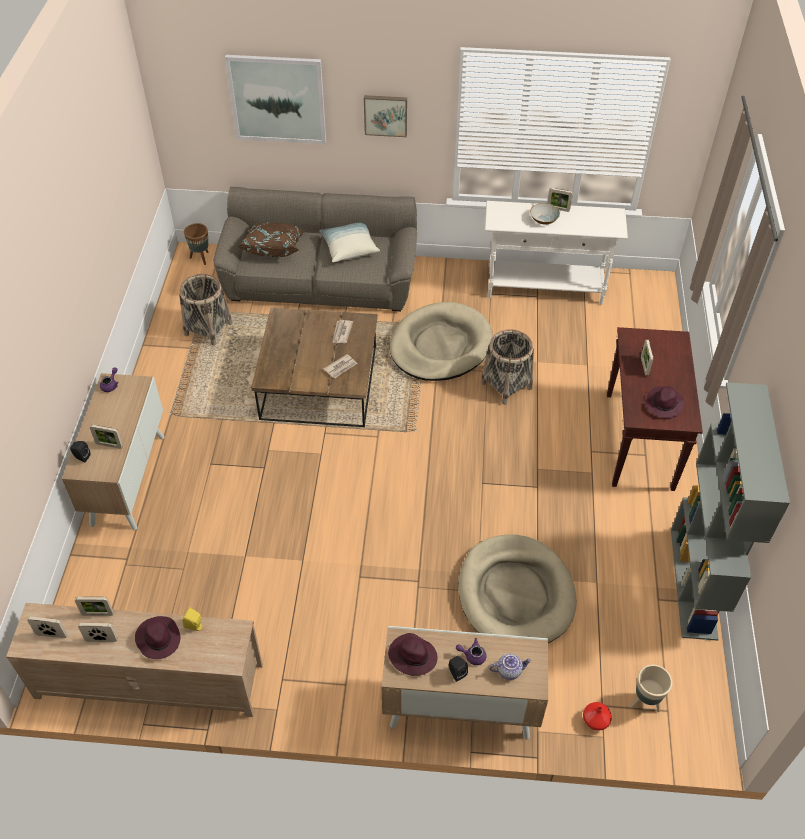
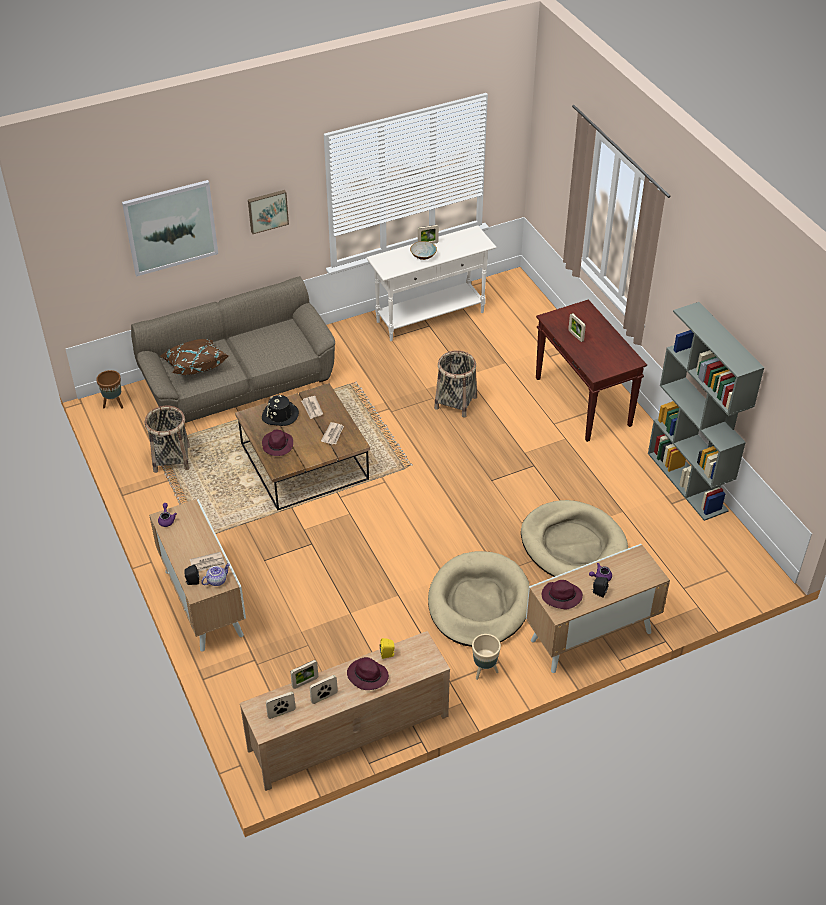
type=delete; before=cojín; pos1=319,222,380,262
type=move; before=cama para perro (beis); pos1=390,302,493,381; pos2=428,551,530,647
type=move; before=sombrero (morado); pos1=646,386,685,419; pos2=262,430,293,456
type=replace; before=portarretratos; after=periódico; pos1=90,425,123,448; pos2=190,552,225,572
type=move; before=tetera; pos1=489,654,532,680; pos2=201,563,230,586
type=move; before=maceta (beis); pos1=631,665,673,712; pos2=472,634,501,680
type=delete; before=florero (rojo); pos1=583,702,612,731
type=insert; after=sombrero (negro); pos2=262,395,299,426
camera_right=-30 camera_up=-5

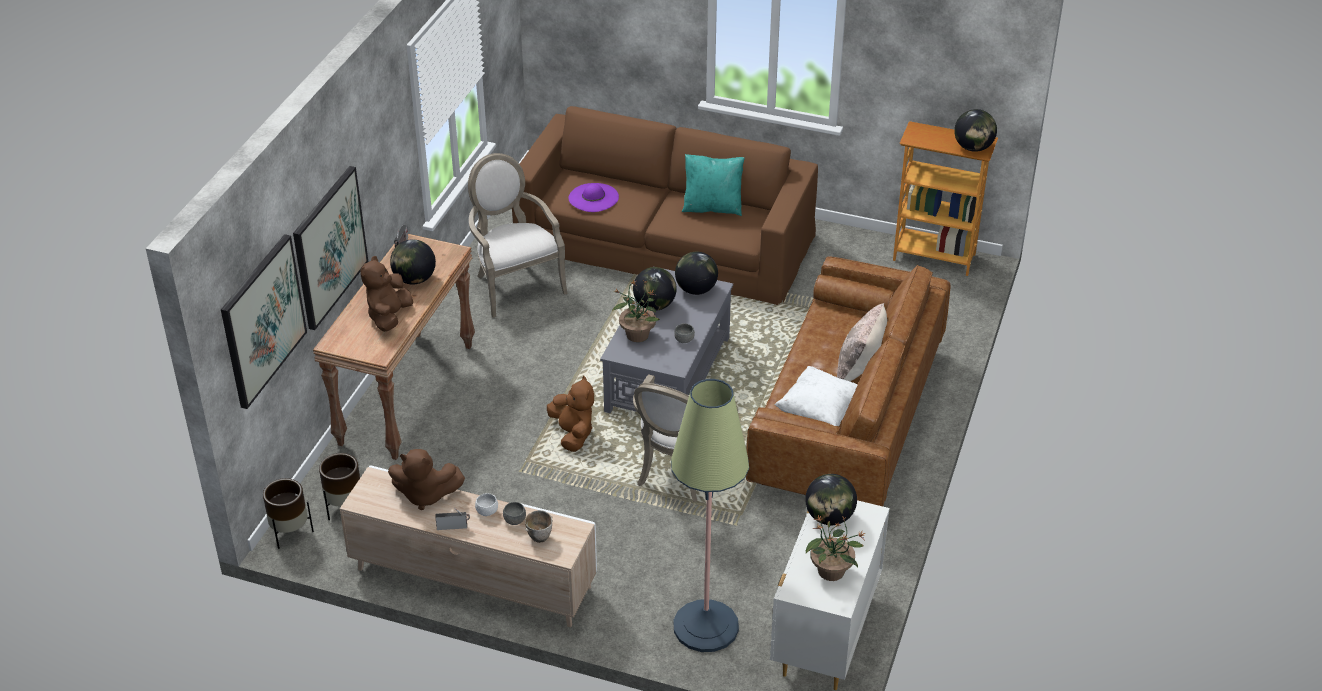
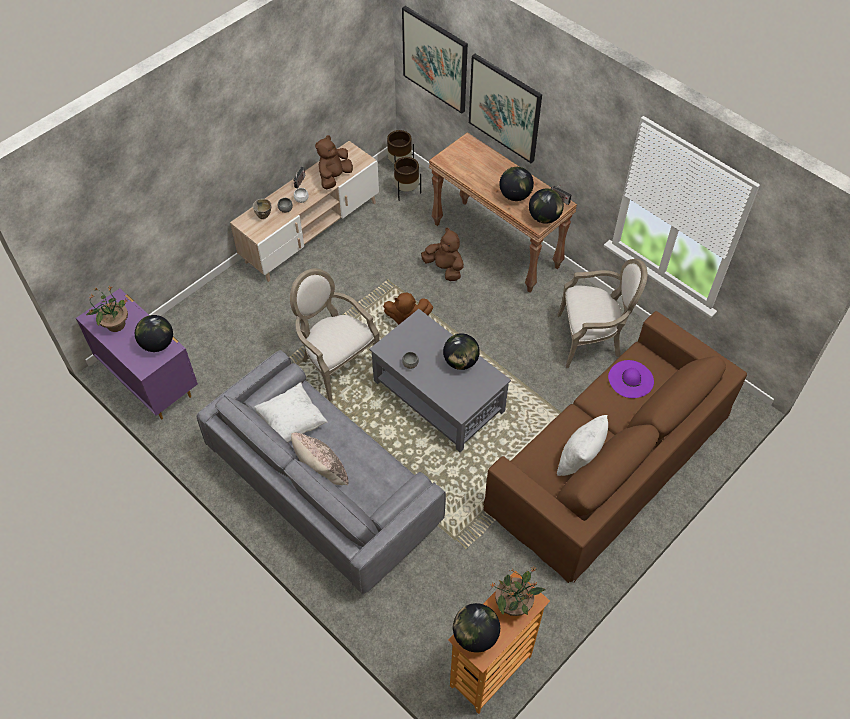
type=recolor; before=cojín (turquesa); after=cojín (blanco); pos1=682,154,745,216; pos2=557,415,608,476
type=move; before=globo terráqueo; pos1=675,252,718,295; pos2=529,189,564,224
type=move; before=peluche (marrón); pos1=360,256,413,332; pos2=421,227,464,281
type=recolor; before=sofá (marrón); after=sofá (gris); pos1=746,257,951,506; pos2=197,350,446,595
type=move; before=planta en maceta; pos1=612,280,660,342; pos2=489,567,545,616
type=delete; before=lámpara de pie; pos1=671,379,749,652
type=recolor; before=cómoda (blanco); after=cómoda (morado); pos1=770,500,889,690; pos2=76,288,198,420
camera_right=115 camera_up=15

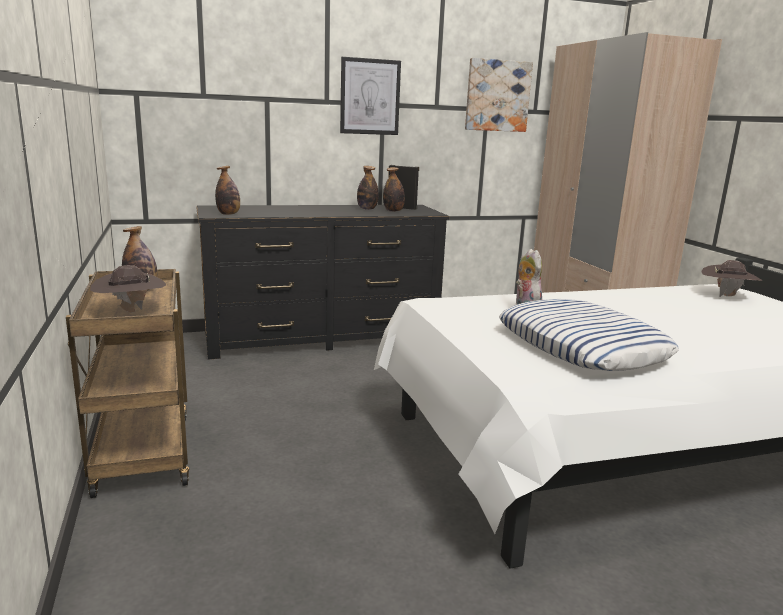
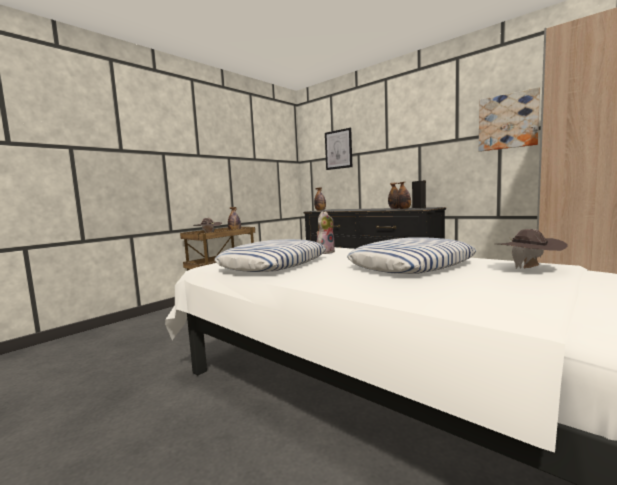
type=move; before=cuadro; pos1=340,57,401,135; pos2=325,128,352,170
type=insert; after=cojín; pos2=347,237,476,274
camera_right=60 camera_up=-10

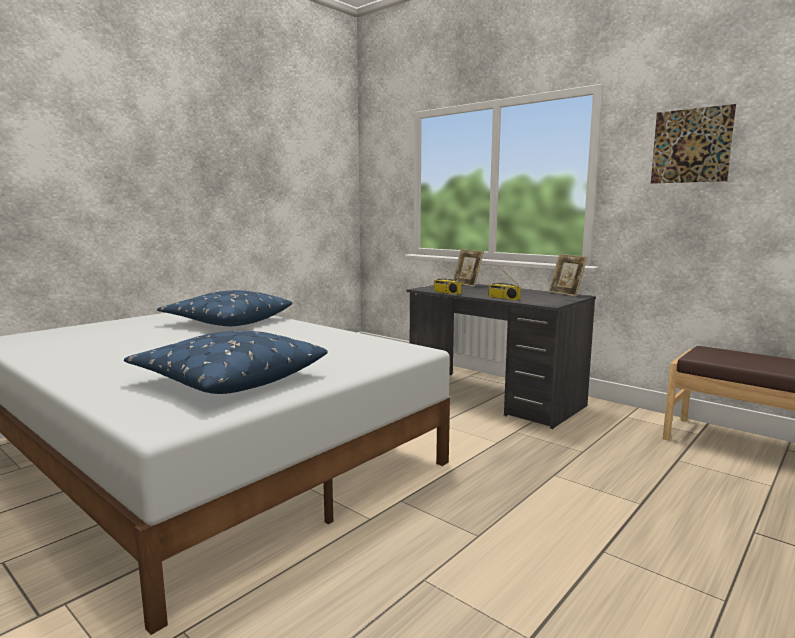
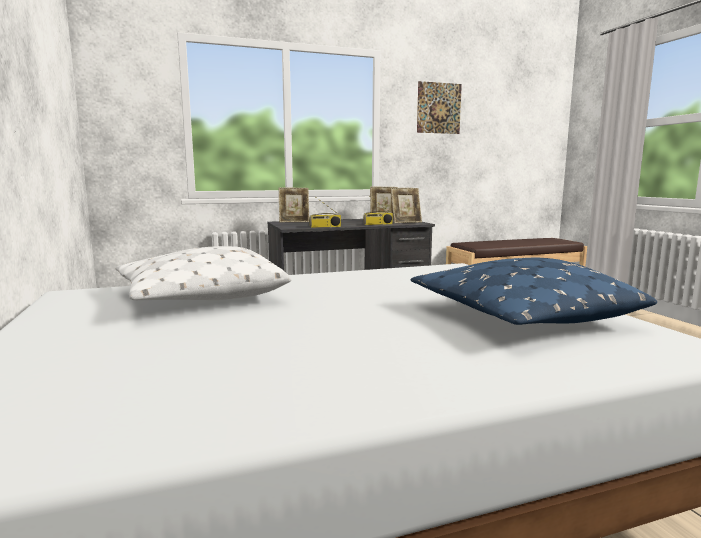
type=recolor; before=cojín (azul); after=cojín (blanco); pos1=157,290,293,326; pos2=115,246,292,300
type=insert; after=portarretratos; pos2=391,188,422,223
camera_right=-60 camera_up=0

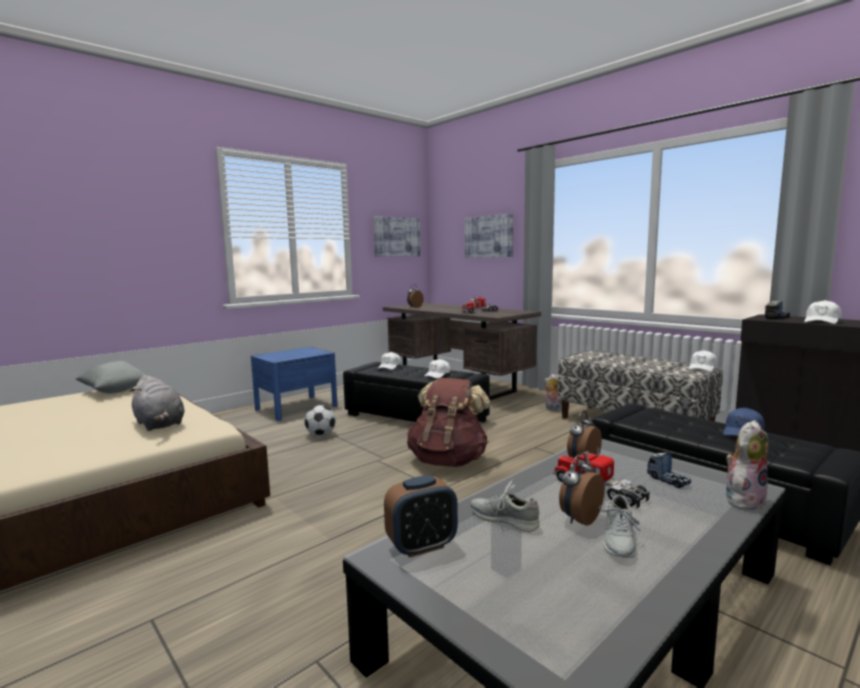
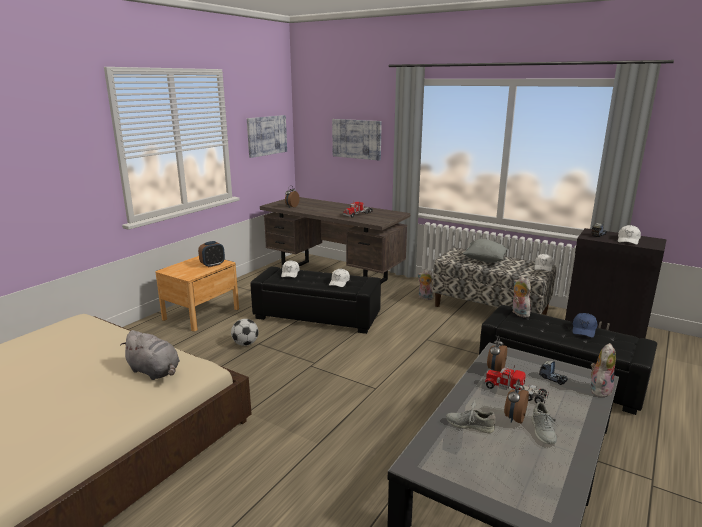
type=recolor; before=mesita de noche (azul); after=mesita de noche (marrón); pos1=251,347,337,421; pos2=155,256,239,331
type=move; before=cojín (gris); pos1=75,361,148,393; pos2=463,239,508,262
type=delete; before=mochila (marrón); pos1=407,378,490,467
type=move; before=despertador; pos1=384,475,458,558; pos2=198,241,225,267
type=insert; after=peluche; pos2=512,276,531,317
camera_right=-15 camera_up=10

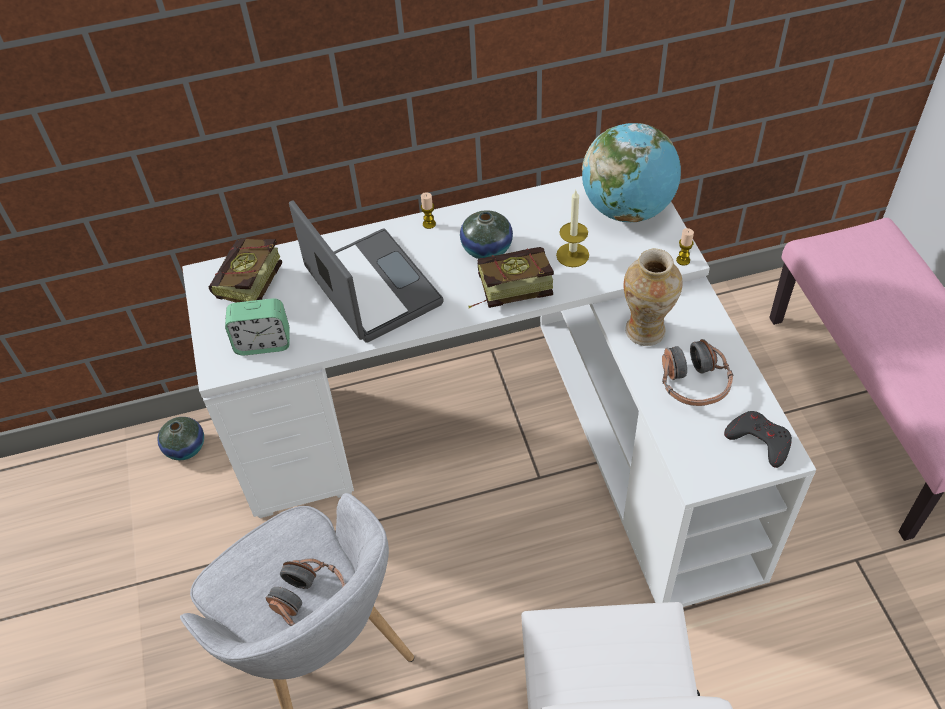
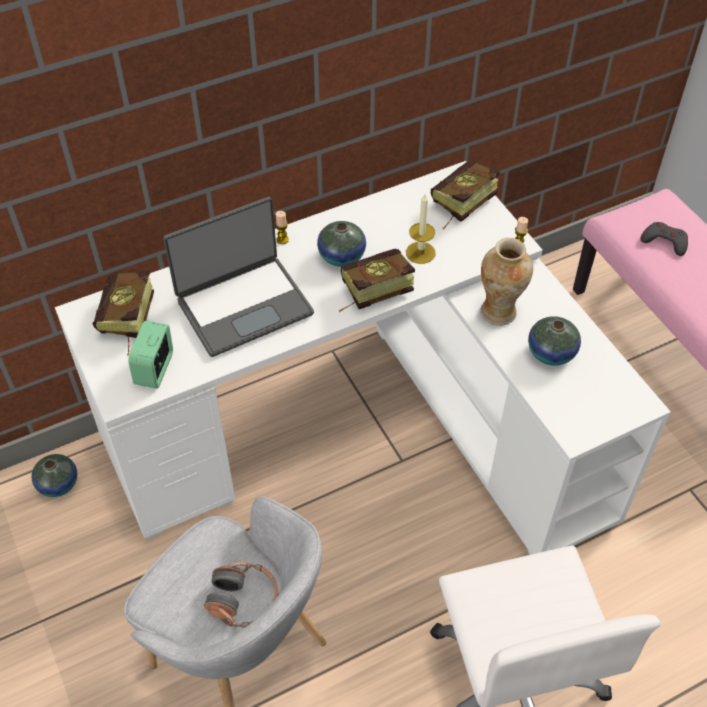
type=replace; before=globo terráqueo; after=libro; pos1=582,123,681,222; pos2=431,161,500,230
type=rotate; before=portátil; pos1=289,201,444,343; pos2=163,197,314,357; turn=105
type=rotate; before=despertador; pos1=225,298,290,356; pos2=128,320,173,388; turn=120
type=replace; before=auriculares; after=florero; pos1=662,339,733,406; pos2=528,316,581,366
type=move; before=mando de consola (gris); pos1=724,411,792,468; pos2=641,222,688,256
camera_right=-15 camera_up=0

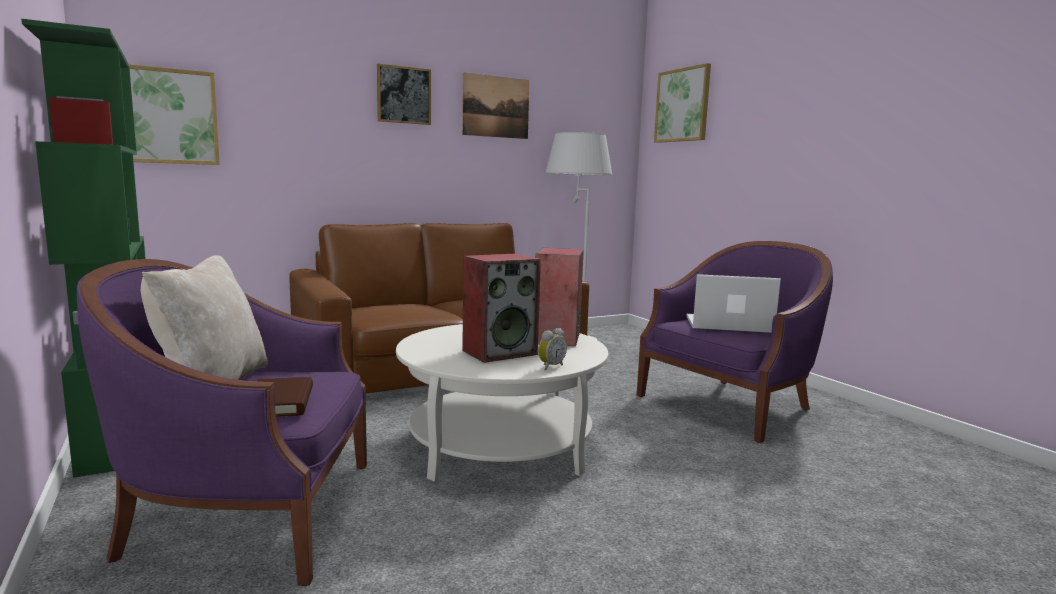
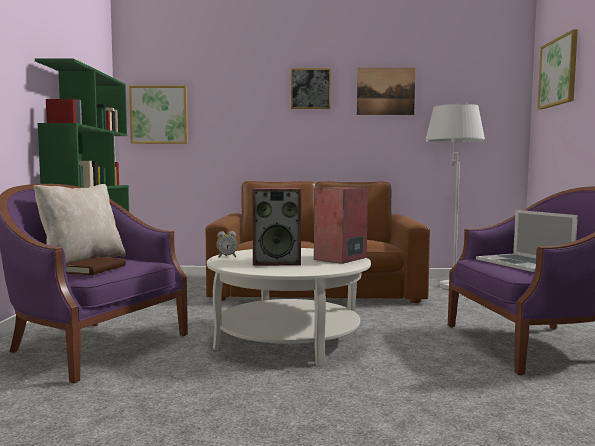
type=rotate; before=portátil; pos1=686,274,781,333; pos2=476,210,578,272; turn=-150
type=move; before=despertador; pos1=538,328,567,370; pos2=216,231,238,258
camera_right=30 camera_up=-5

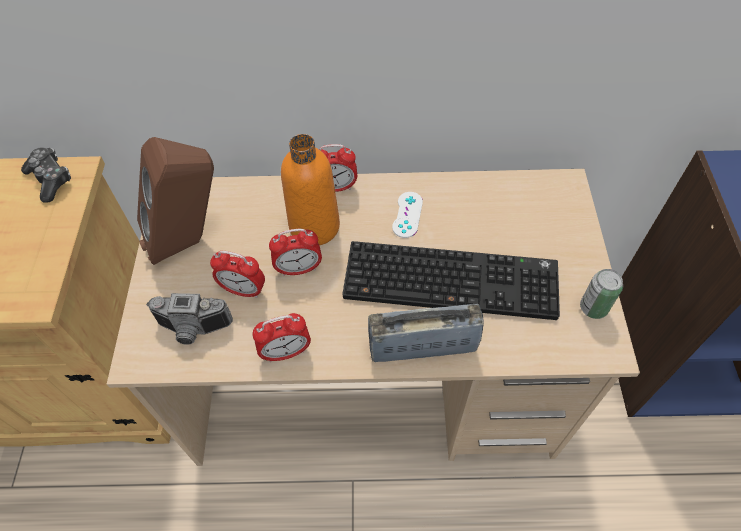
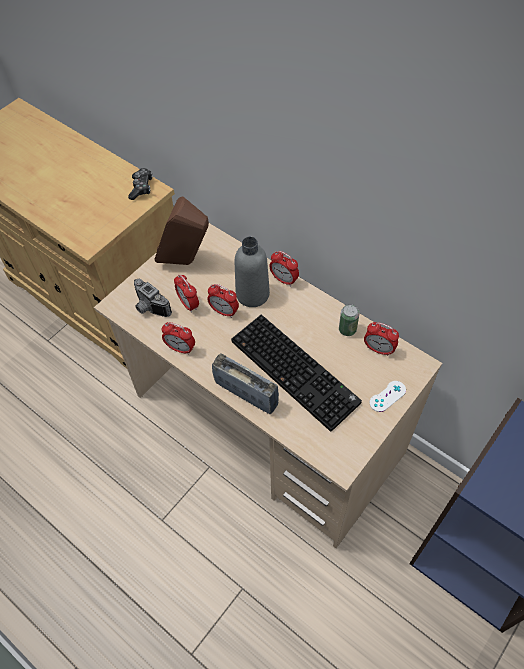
type=recolor; before=botella (naranja); after=botella (gris); pos1=281,134,340,245; pos2=235,236,270,307
type=move; before=mando de consola (blanco); pos1=392,192,423,238; pos2=370,381,406,412
type=move; before=lata; pos1=580,269,623,319; pos2=339,304,360,336
type=insert; after=despertador; pos2=364,322,399,356
camera_right=40 camera_up=0

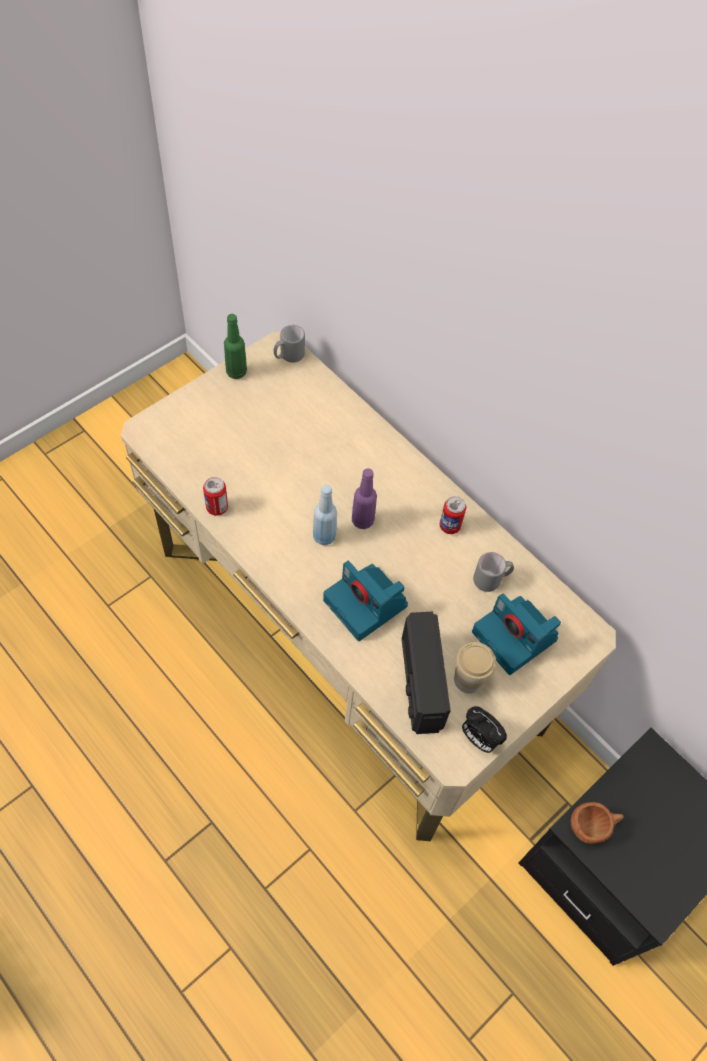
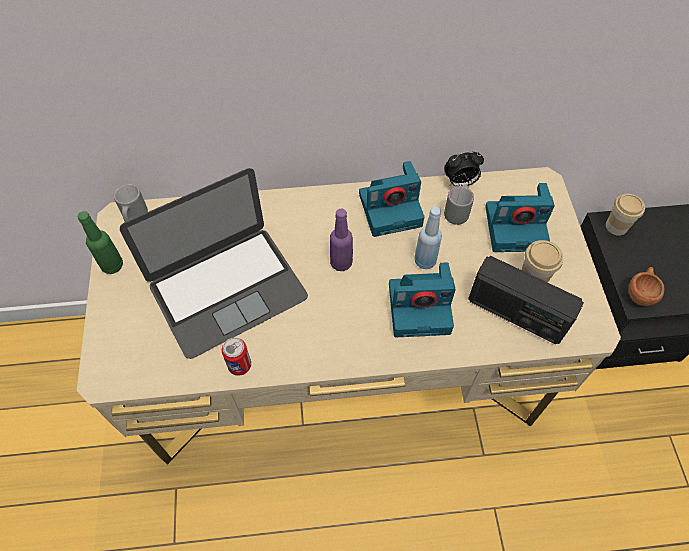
type=move; before=botella (azul); pos1=313,485,337,545; pos2=414,206,442,269
type=replace; before=lata; after=cámara; pos1=440,496,466,534; pos2=359,161,425,237
type=move; before=despertador; pos1=462,706,507,753; pos2=444,151,484,187
type=insert; after=portátil; pos2=120,168,308,359
type=insert; after=taza; pos2=606,194,645,236
camera_right=-50 camera_up=0

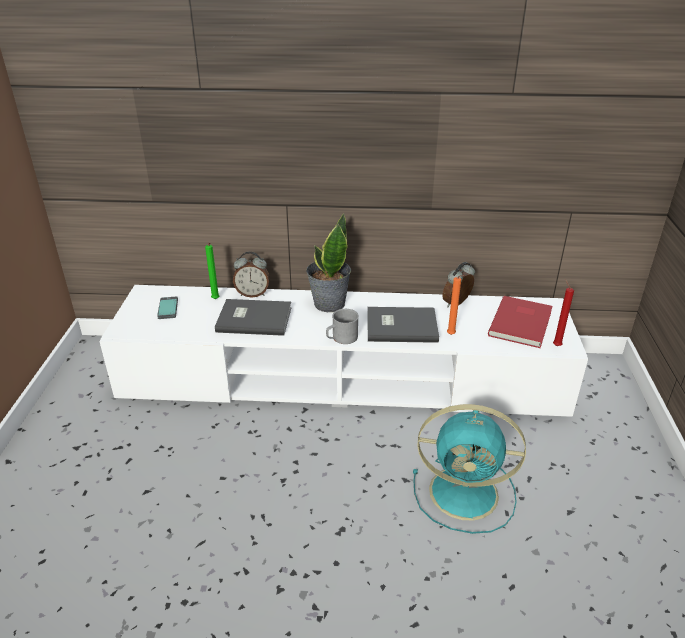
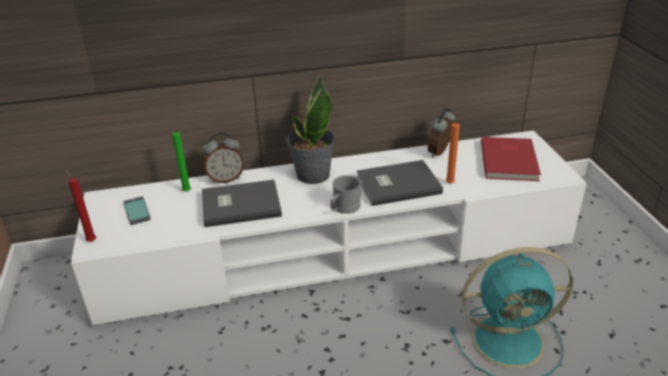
type=move; before=vela (rojo); pos1=553,279,574,346; pos2=66,169,96,242
camera_right=-15 camera_up=0

